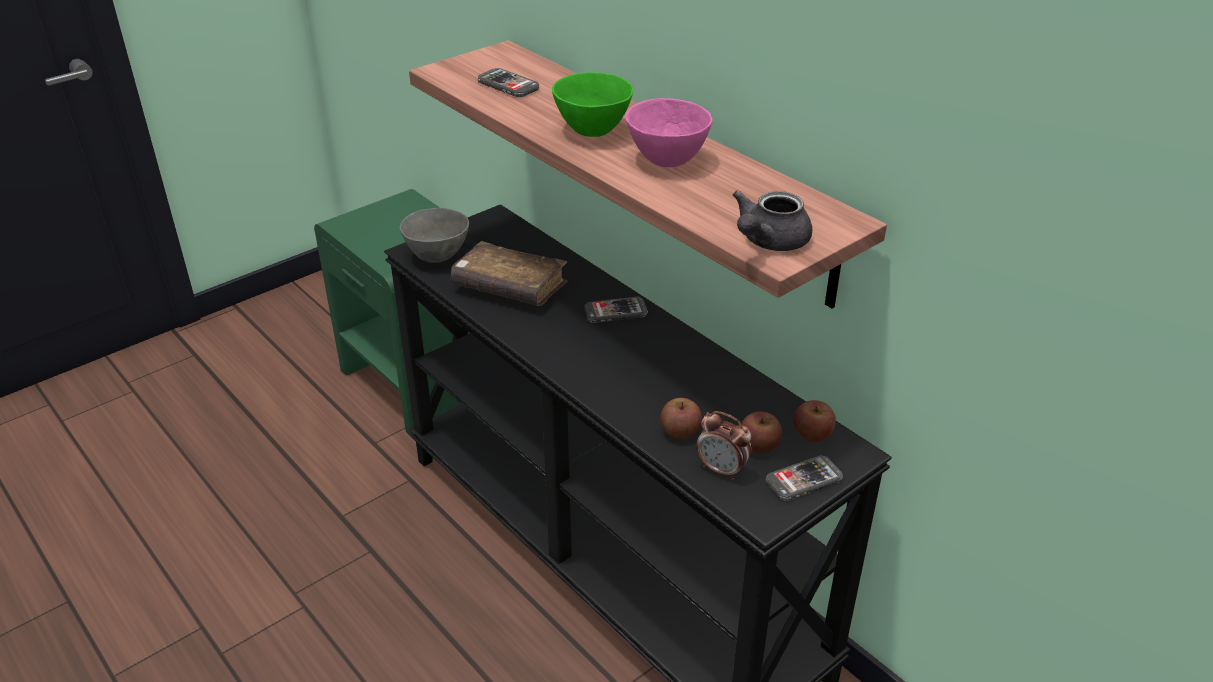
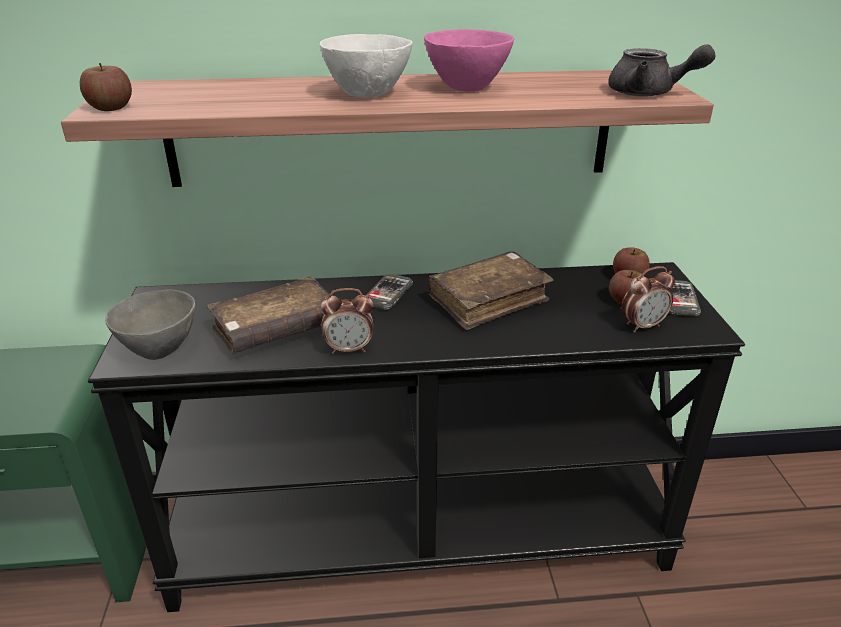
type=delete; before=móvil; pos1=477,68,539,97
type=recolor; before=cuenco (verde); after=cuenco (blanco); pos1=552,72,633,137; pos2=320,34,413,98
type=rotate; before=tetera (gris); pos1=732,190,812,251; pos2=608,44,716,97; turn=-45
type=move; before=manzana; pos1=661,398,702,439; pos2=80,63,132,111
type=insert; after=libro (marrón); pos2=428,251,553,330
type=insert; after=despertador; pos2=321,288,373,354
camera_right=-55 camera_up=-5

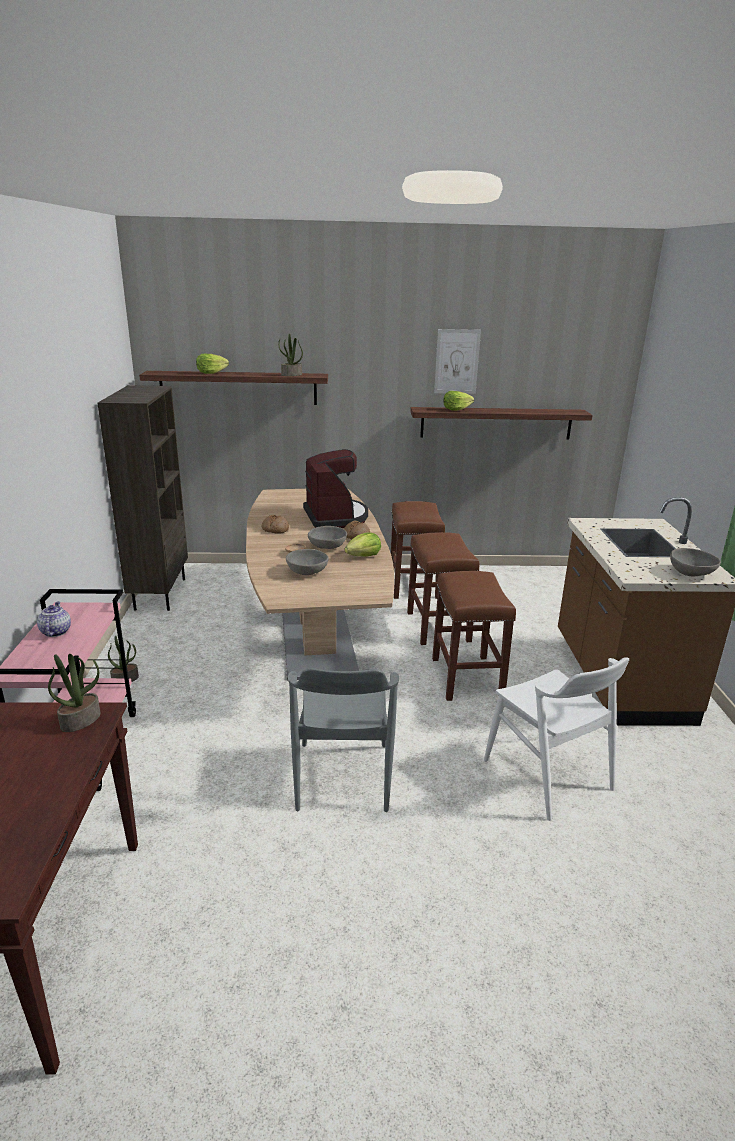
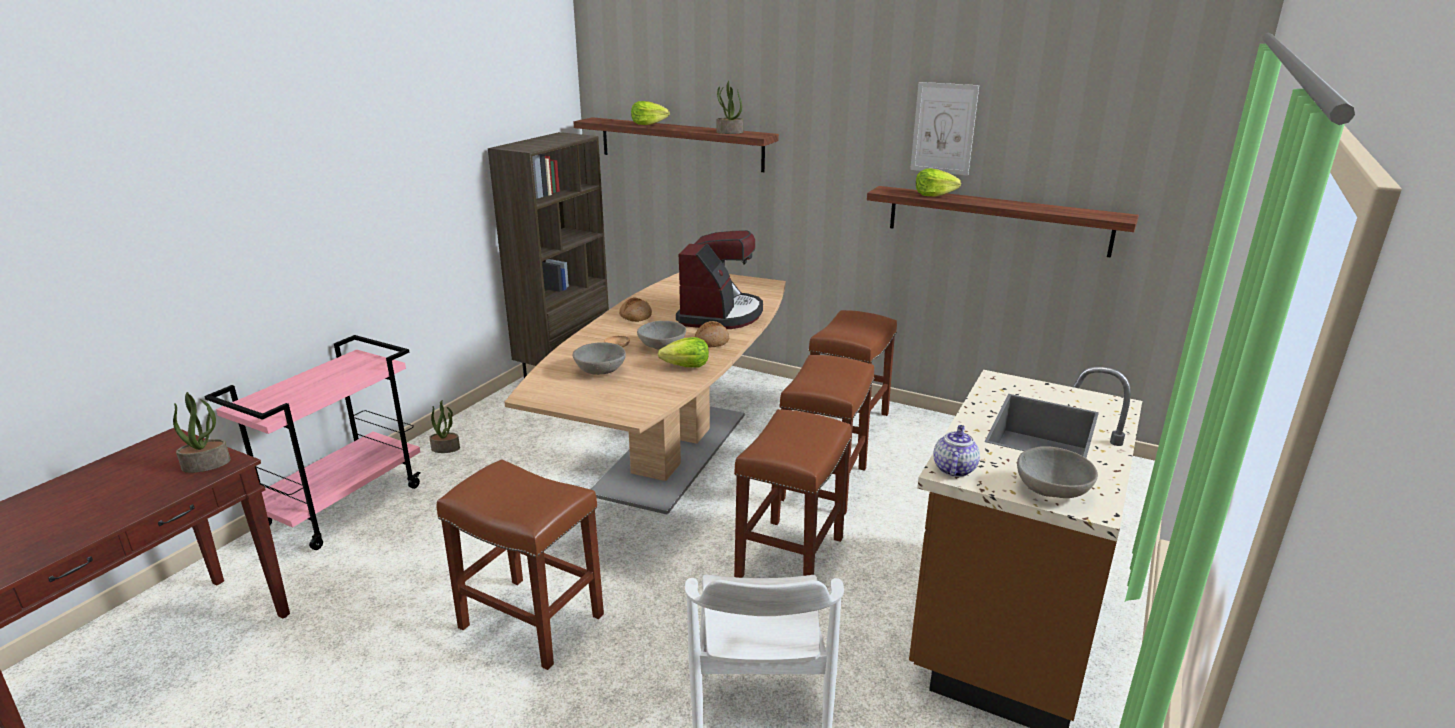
type=move; before=tetera; pos1=37,601,71,637; pos2=933,425,980,477
type=replace; before=silla (gris); after=taburete (marrón); pos1=288,668,399,812; pos2=437,459,604,670
camera_right=30 camera_up=0

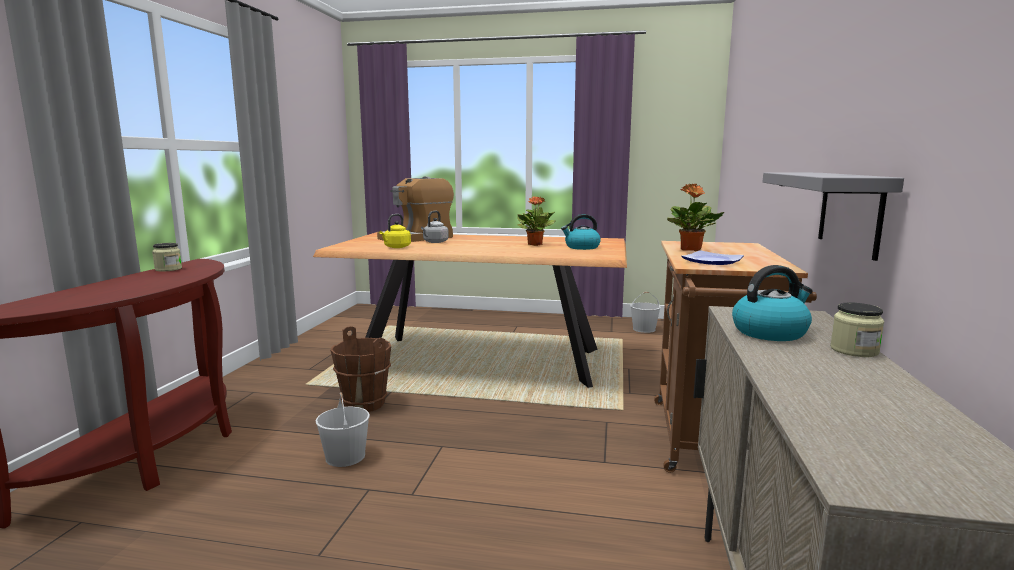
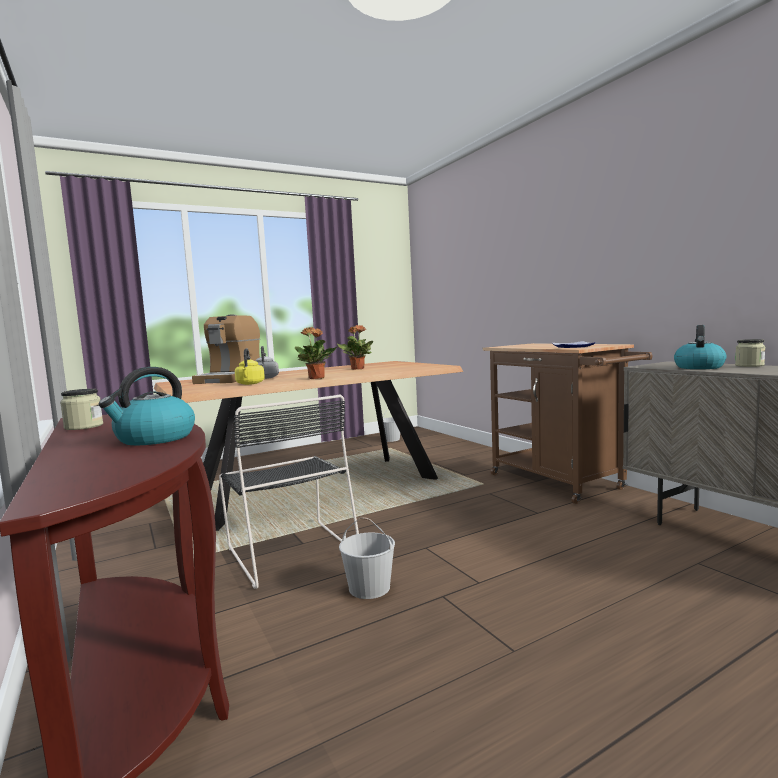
type=delete; before=estante (gris); pos1=763,172,904,261
type=move; before=planta en maceta; pos1=667,184,724,251; pos2=295,327,338,379
type=move; before=hervidor; pos1=561,214,601,250; pos2=99,367,195,445
type=replace; before=cubo (marrón); after=silla (negro); pos1=330,326,391,412; pos2=219,395,359,589
camera_right=-40 camera_up=-5

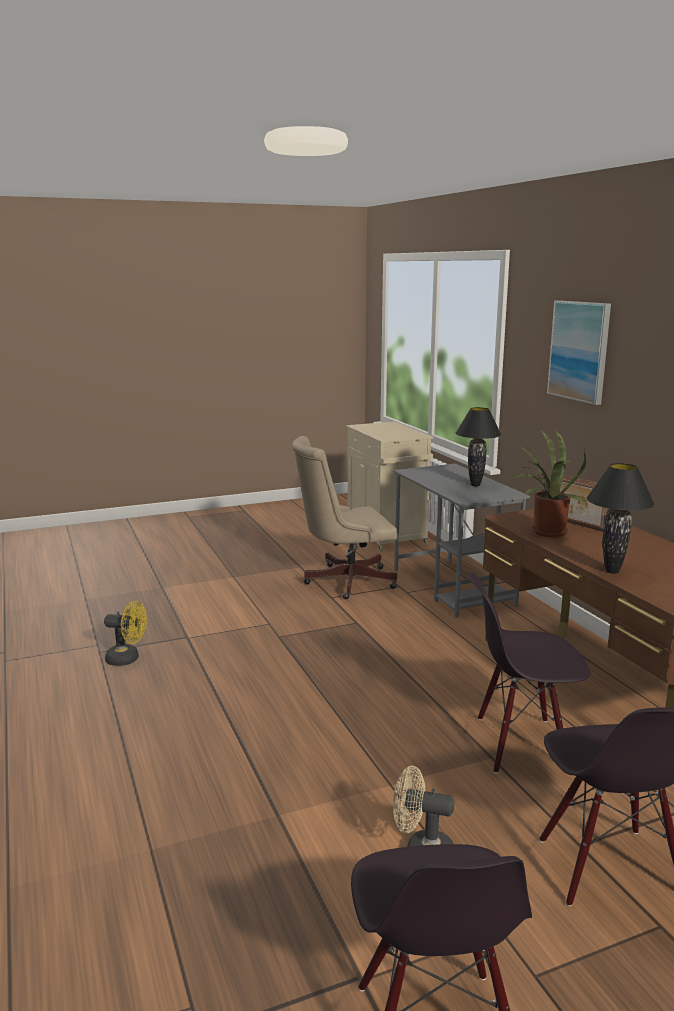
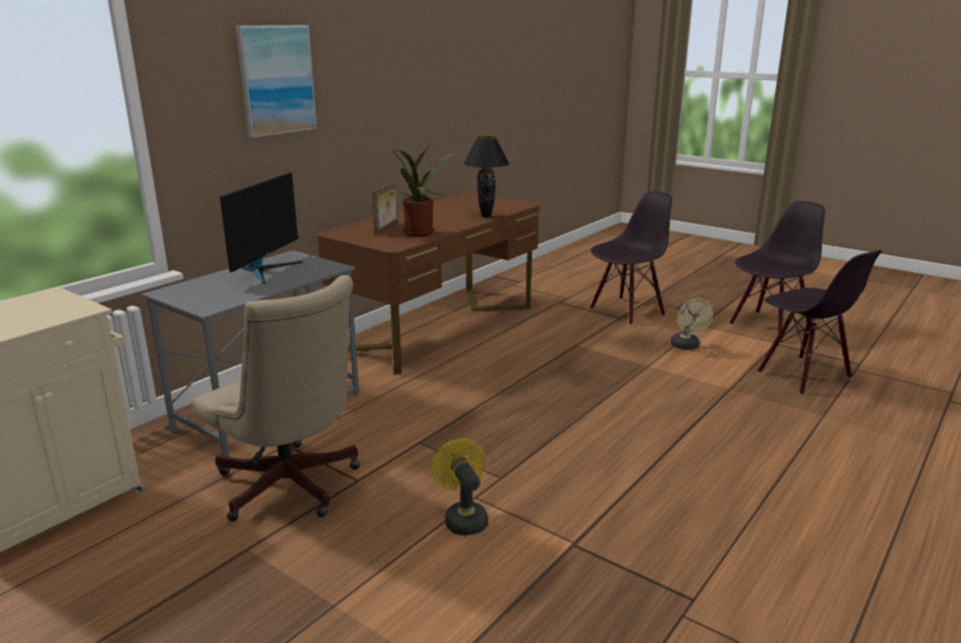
type=replace; before=lámpara de mesa (negro); after=monitor; pos1=456,407,501,486; pos2=220,172,303,284
type=move; before=silla (negro); pos1=469,572,590,774; pos2=757,250,882,395
type=move; before=ventilador (amarillo); pos1=104,601,147,666; pos2=431,438,488,535
camera_right=-120 camera_up=5

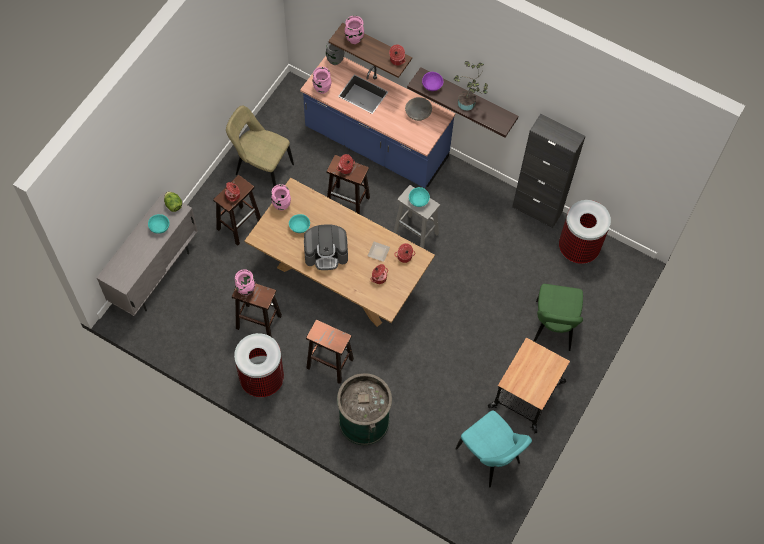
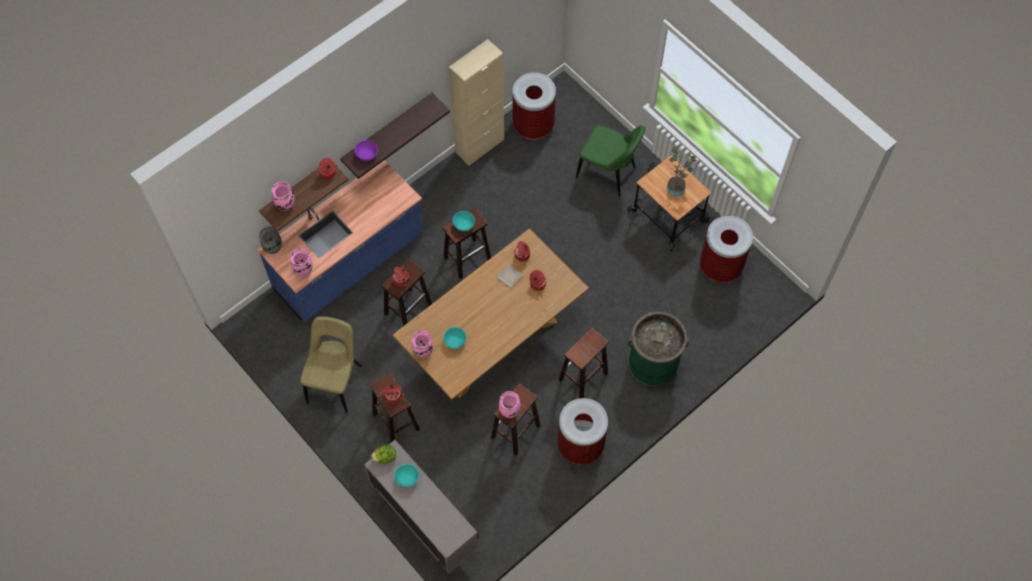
type=move; before=planta en maceta; pos1=454,61,488,111; pos2=667,146,697,196
type=delete; before=cuenco (gris); pos1=405,97,432,121
type=rotate; before=silla (beis); pos1=226,106,294,187; pos2=301,316,362,413; turn=150
type=recolor; before=armario (negro); after=armario (beis); pos1=512,114,585,228; pos2=449,39,504,166
type=recolor; before=taburete (gris); after=taburete (marrón); pos1=393,185,440,249; pos2=443,208,491,279
type=delete; before=cafetera; pos1=304,224,348,270
type=replace; before=silla (turquesa); after=papelera; pos1=456,410,532,487; pos2=700,215,753,282
camera_right=-70 camera_up=0

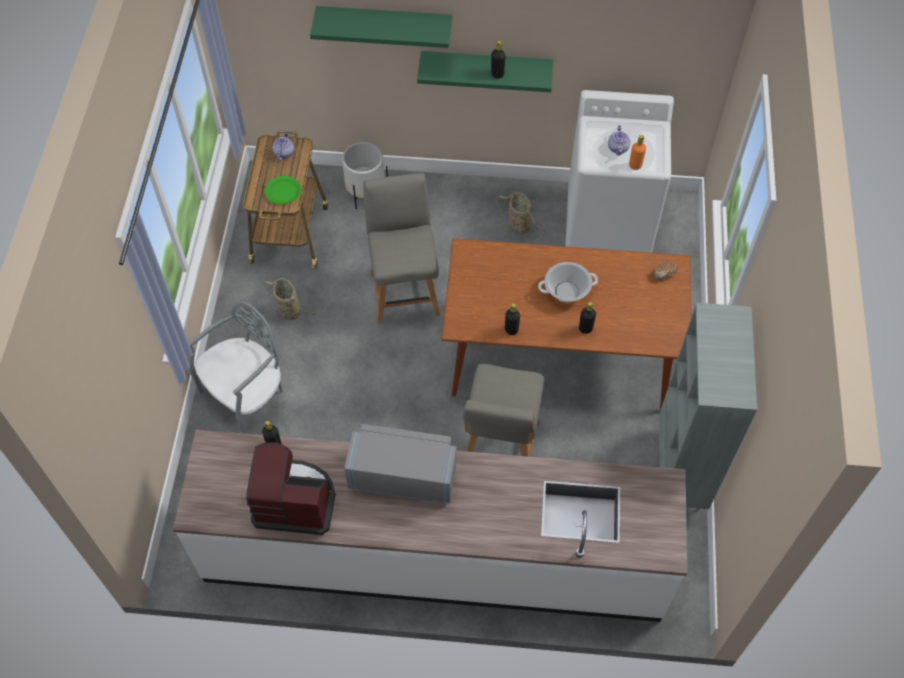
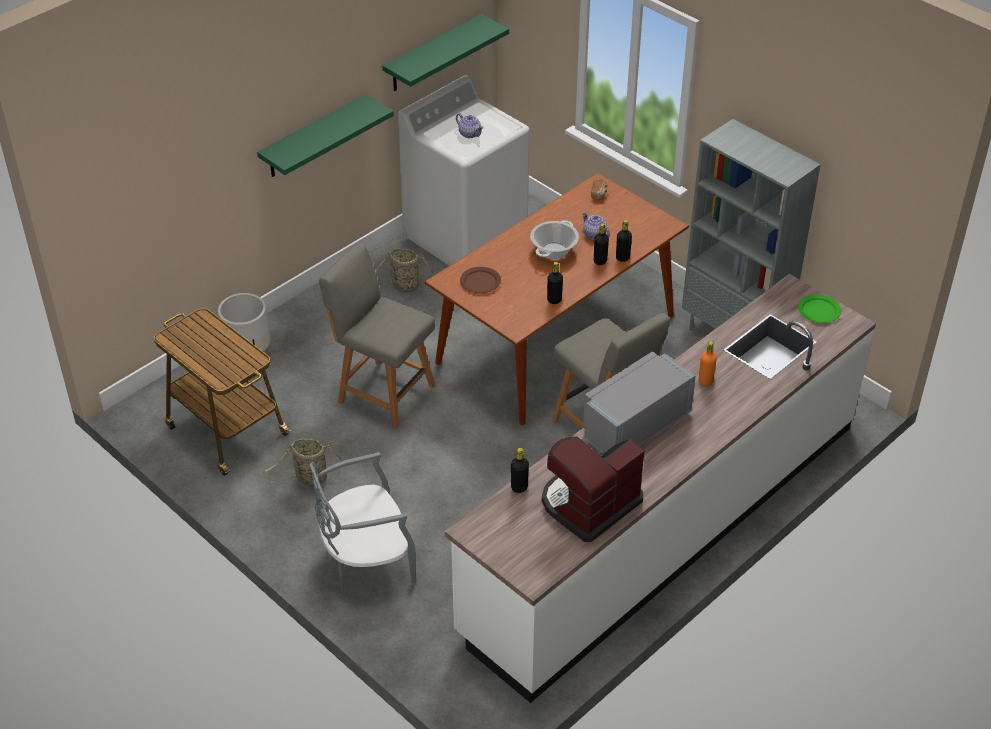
type=move; before=estante (verde); pos1=310,6,452,48; pos2=382,14,509,91
type=move; before=botella (negro); pos1=491,41,506,78; pos2=616,220,632,262
type=move; before=tetera; pos1=273,130,294,162; pos2=582,212,610,239
type=move; before=botella (naranja); pos1=629,135,646,170; pos2=699,341,717,386
type=move; before=plato (verde); pos1=265,176,301,205; pos2=798,294,841,323
type=rotate; before=silla (gris); pos1=189,302,282,434; pos2=310,452,416,590; turn=-105
type=insert; after=plato (marrón); pos2=460,267,501,293
camera_right=-50 camera_up=-15

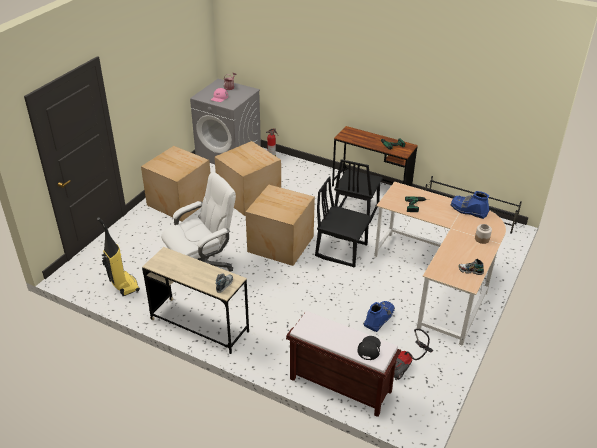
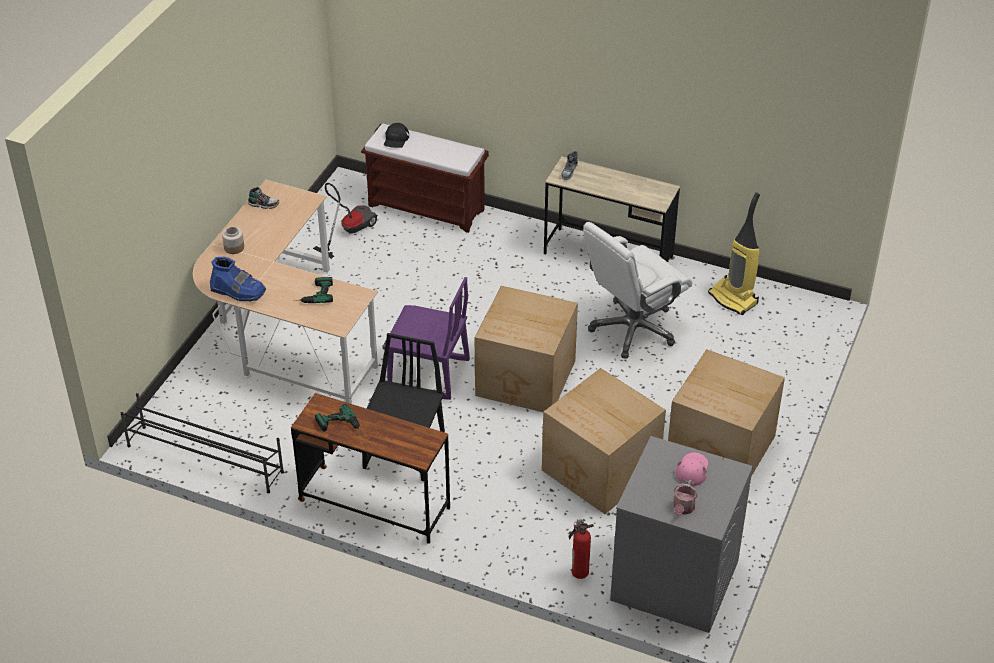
type=recolor; before=silla (negro); after=silla (morado); pos1=315,176,372,268; pos2=382,277,470,400
type=delete; before=bota (azul); pos1=364,301,395,332
camera_right=175 camera_up=5

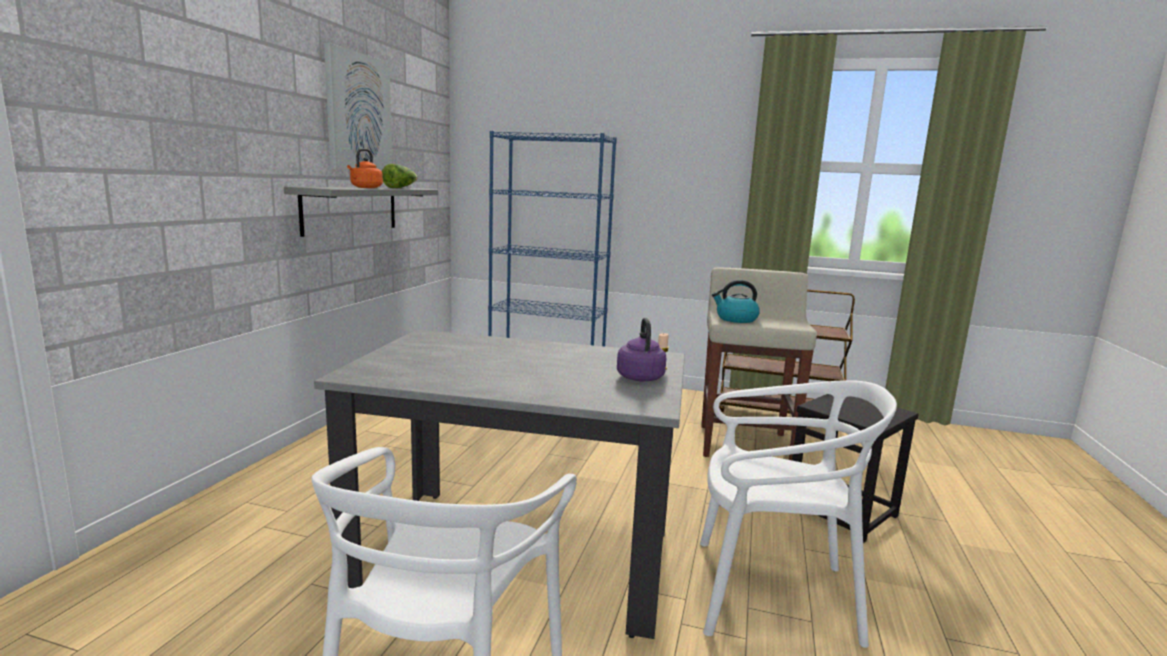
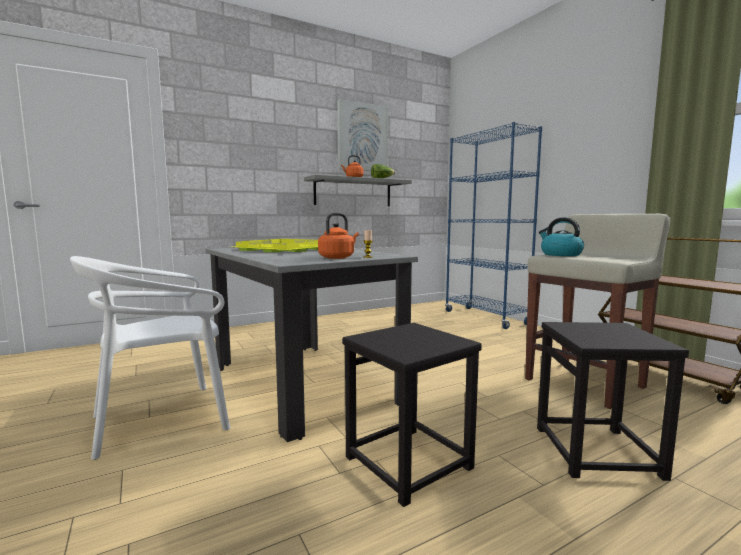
type=recolor; before=hervidor (morado); after=hervidor (naranja); pos1=617,318,666,381; pos2=318,213,359,259
type=replace; before=silla (blanco); after=taburete (negro); pos1=700,380,897,648; pos2=343,323,482,507
type=insert; after=bandeja (amarillo); pos2=233,239,318,252
camera_right=45 camera_up=-5

